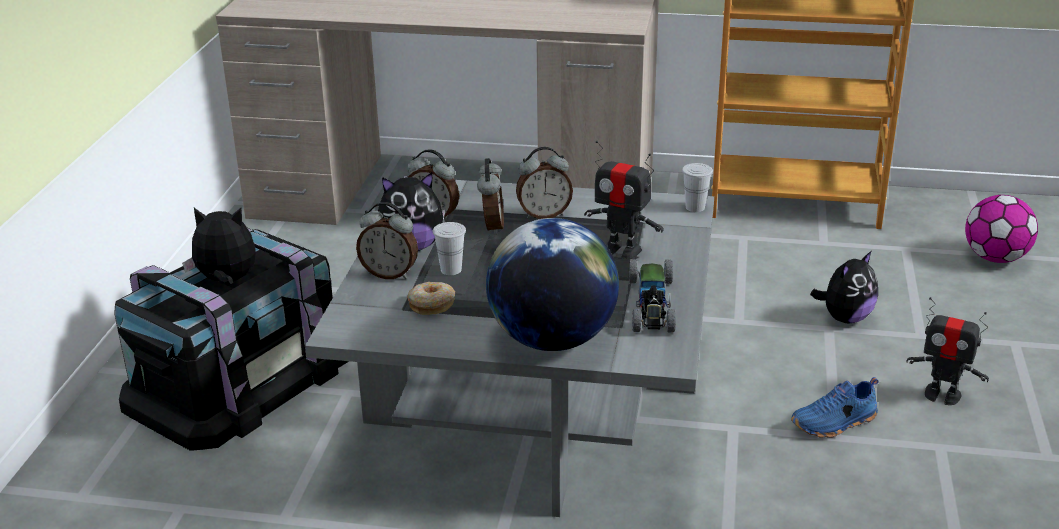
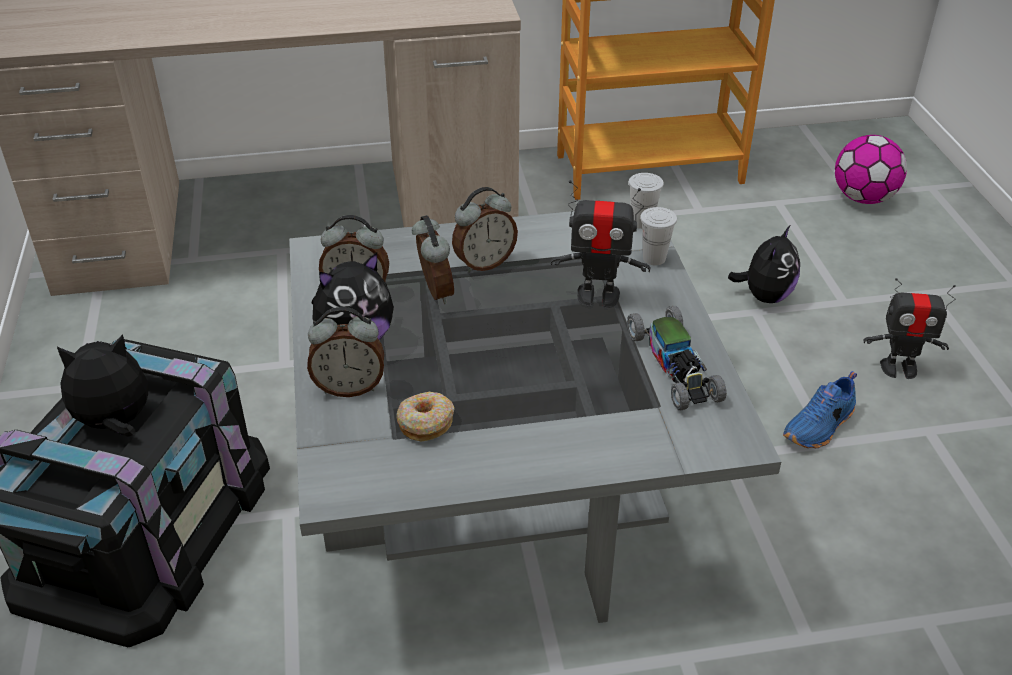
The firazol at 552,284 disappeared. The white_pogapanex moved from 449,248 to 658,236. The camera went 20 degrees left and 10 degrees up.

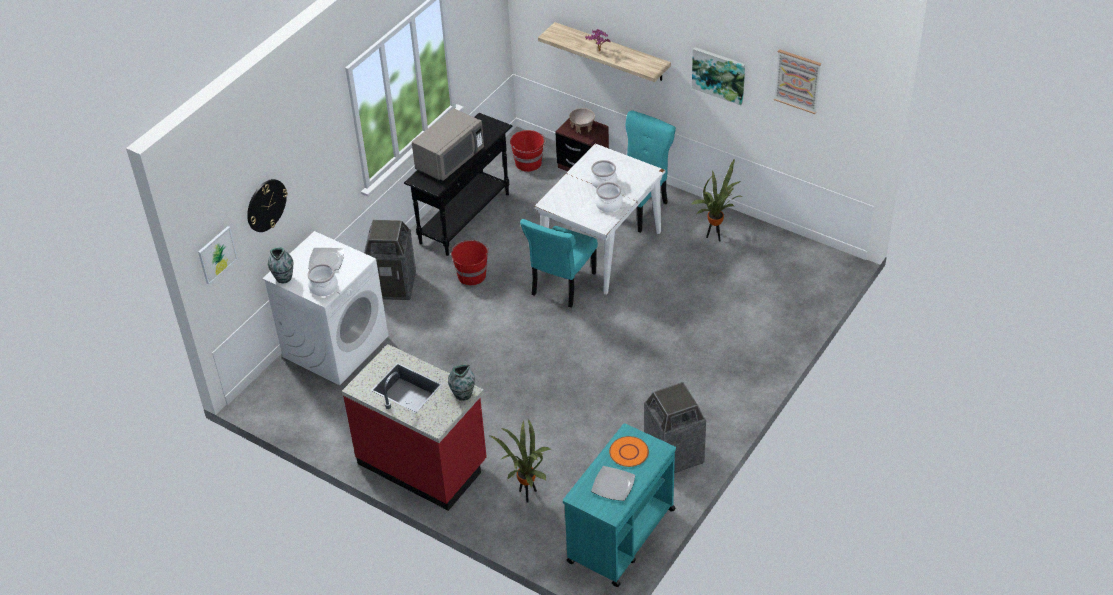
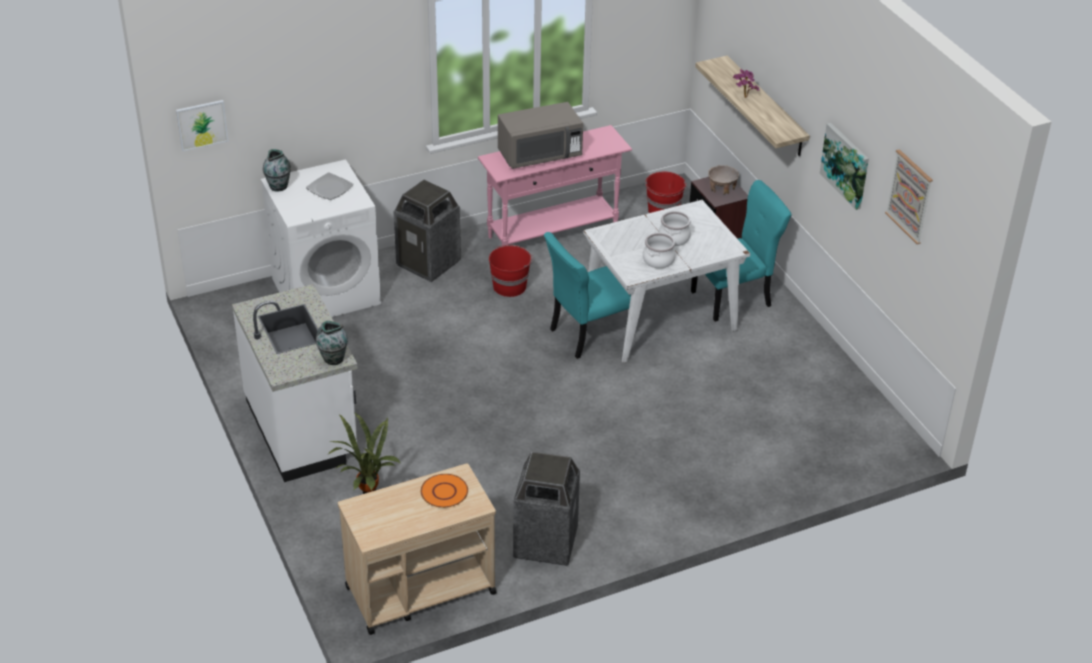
The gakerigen at 267,205 disappeared. The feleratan at 322,280 disappeared. The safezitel at 613,483 disappeared. The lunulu at 717,200 disappeared. The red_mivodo at 414,427 became the white_mivodo at 295,383. The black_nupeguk at 458,184 became the pink_nupeguk at 555,185. The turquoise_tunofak at 619,505 became the beige_tunofak at 417,549. The camera went 30 degrees right and 5 degrees down.

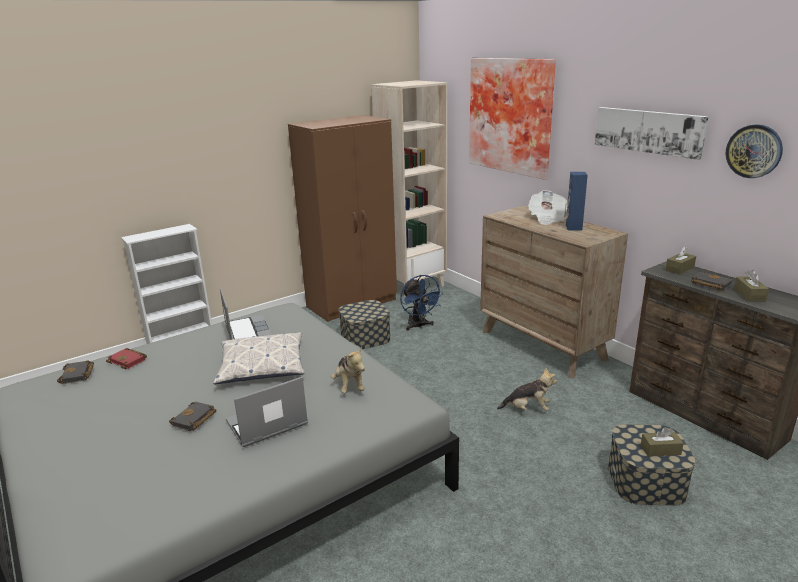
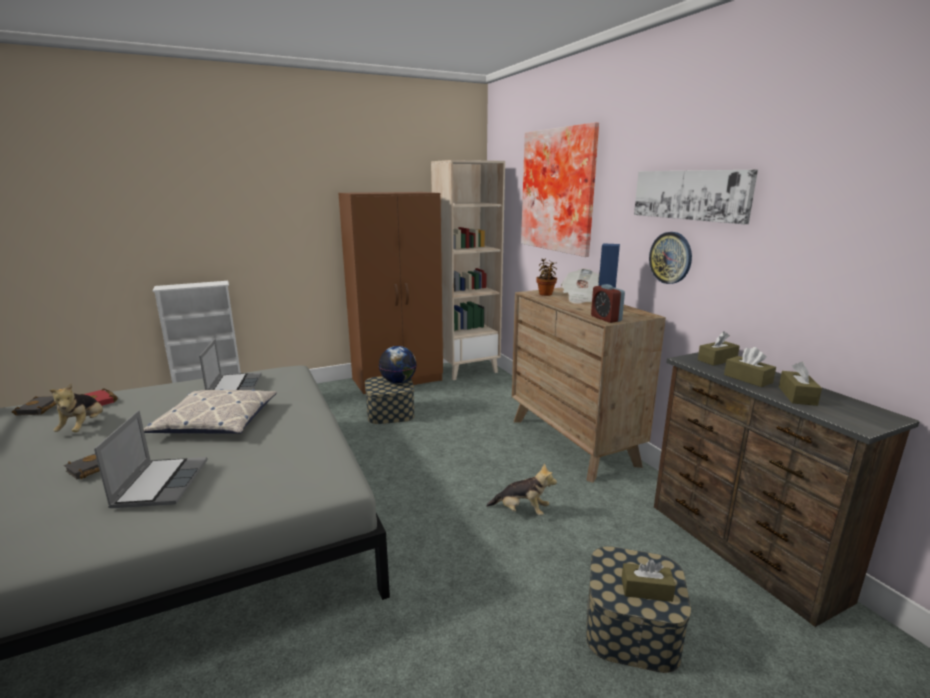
The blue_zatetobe at 422,303 disappeared. The firazol at 398,364 appeared. The lunulu at 546,277 appeared. The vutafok at 608,303 appeared. The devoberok moved from 348,370 to 76,407. The gakerigen moved from 754,151 to 670,258. The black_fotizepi at 712,281 was replaced by the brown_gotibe at 750,367. The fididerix at 267,412 turned 105 degrees clockwise. The camera went 10 degrees right and 5 degrees down.

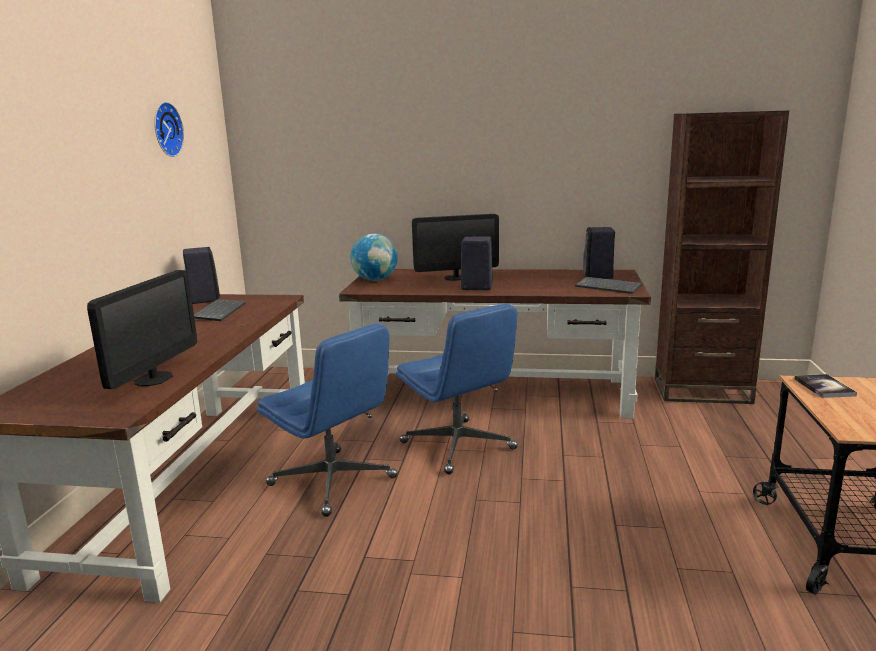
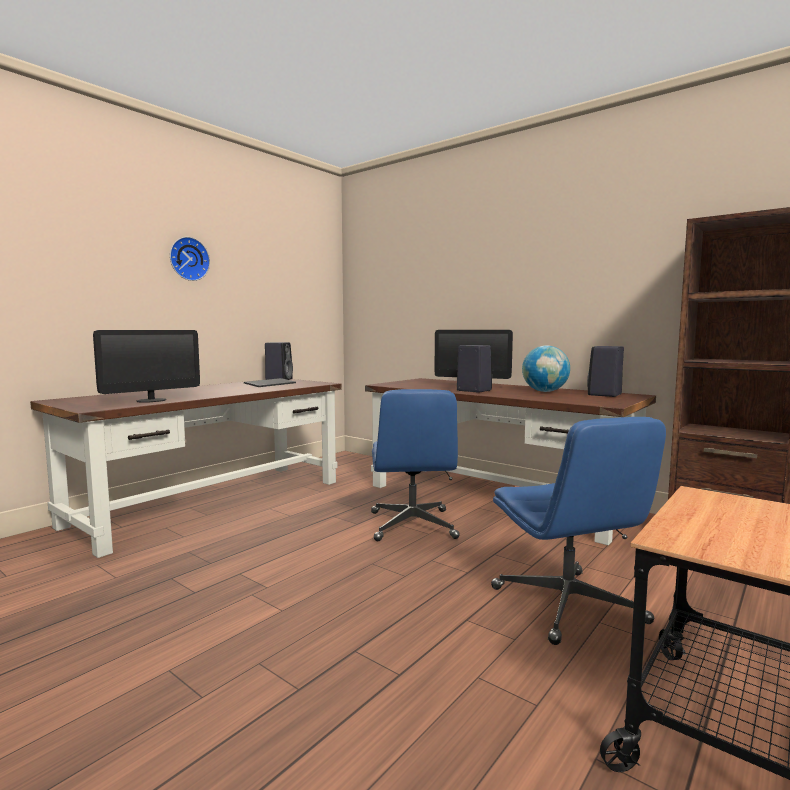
The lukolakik at 609,285 disappeared. The fotizepi at 825,386 disappeared. The gakerigen moved from 169,129 to 190,259. The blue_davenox moved from 327,420 to 578,531. The firazol moved from 374,257 to 546,369. The camera went 30 degrees right and 10 degrees down.

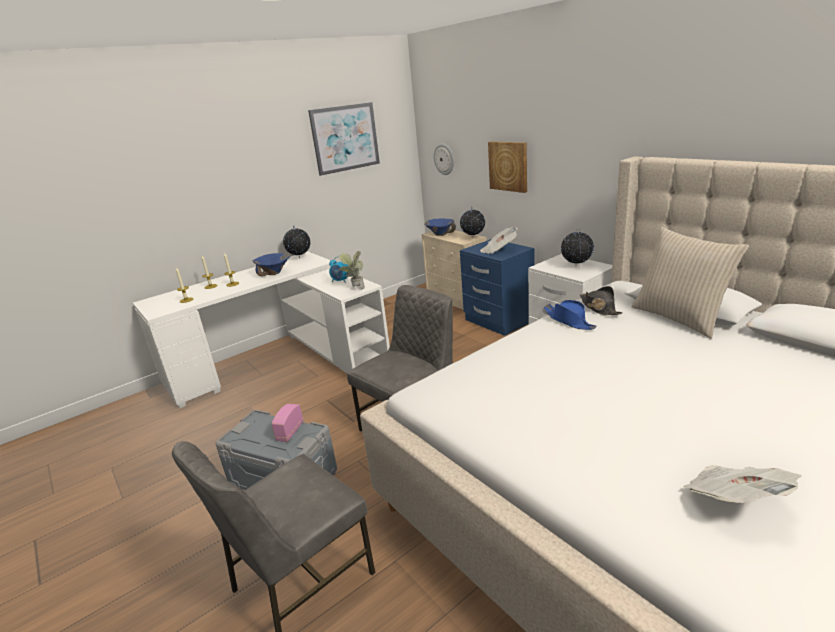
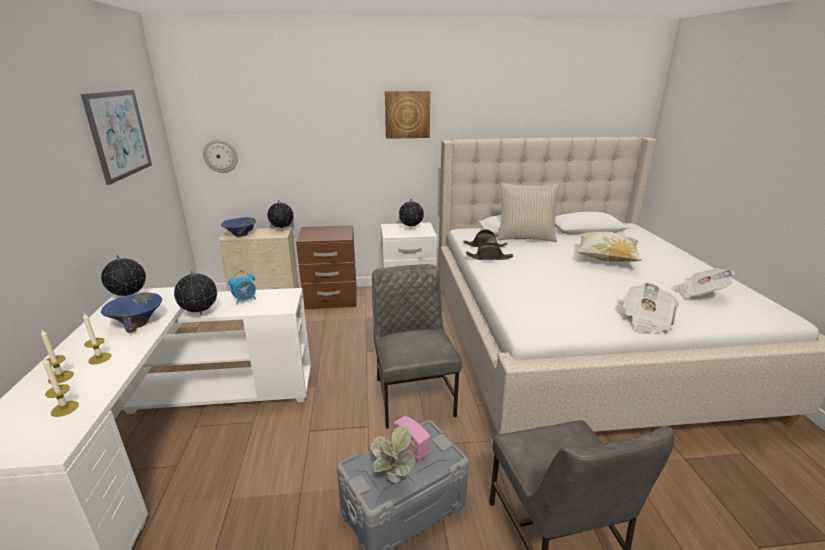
The firazol at 195,292 appeared. The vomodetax at 609,247 appeared. The lunulu moved from 352,270 to 393,454. The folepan moved from 499,240 to 650,308. The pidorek moved from 507,167 to 407,115. The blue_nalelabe at 497,287 became the brown_nalelabe at 326,267. The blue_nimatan at 570,315 became the black_nimatan at 489,251. The camera went 60 degrees left and 0 degrees up.

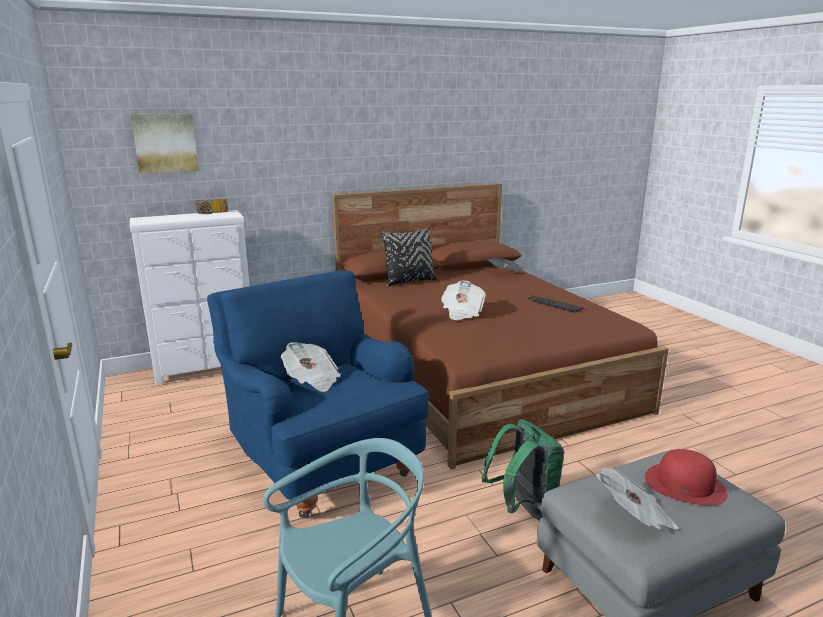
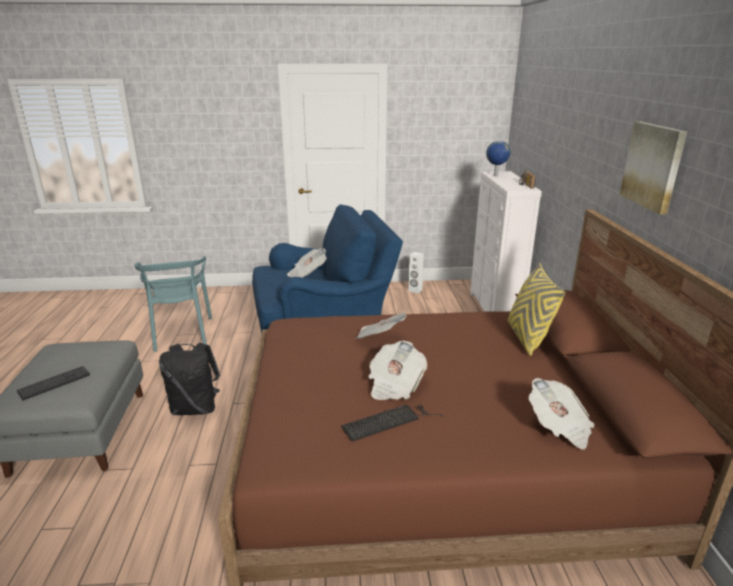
The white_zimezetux at 416,273 appeared. The firazol at 498,158 appeared. The pidorek moved from 165,143 to 653,168. The folepan moved from 637,499 to 398,370. The red_nimatan at 686,477 was replaced by the lukolakik at 53,383. The black_vomodetax at 409,257 became the yellow_vomodetax at 537,309. The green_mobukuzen at 523,469 became the black_mobukuzen at 189,379. The camera went 110 degrees right and 5 degrees up.

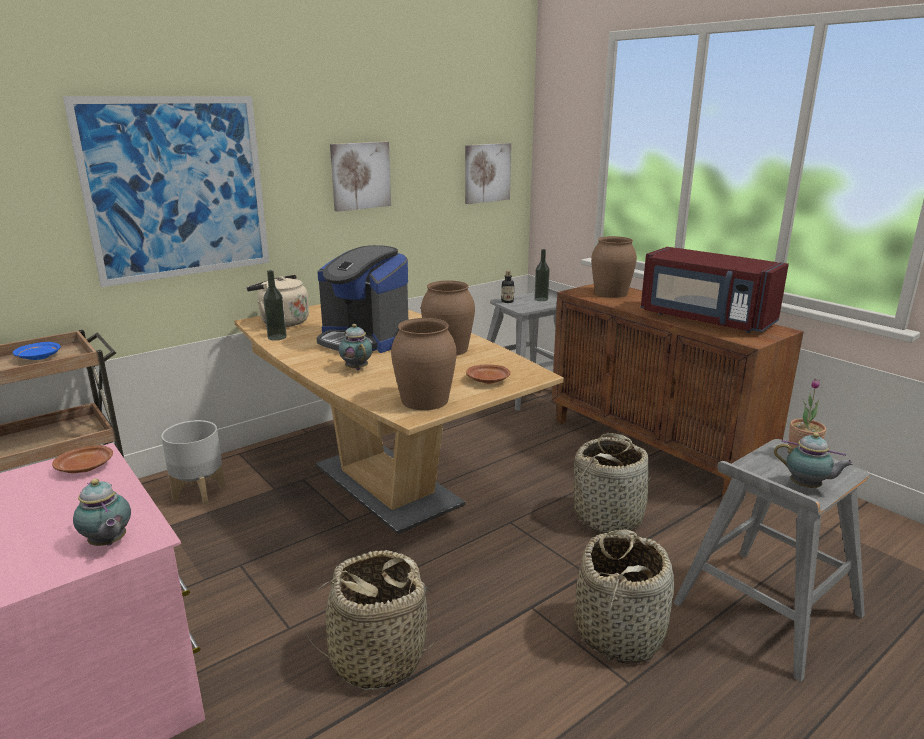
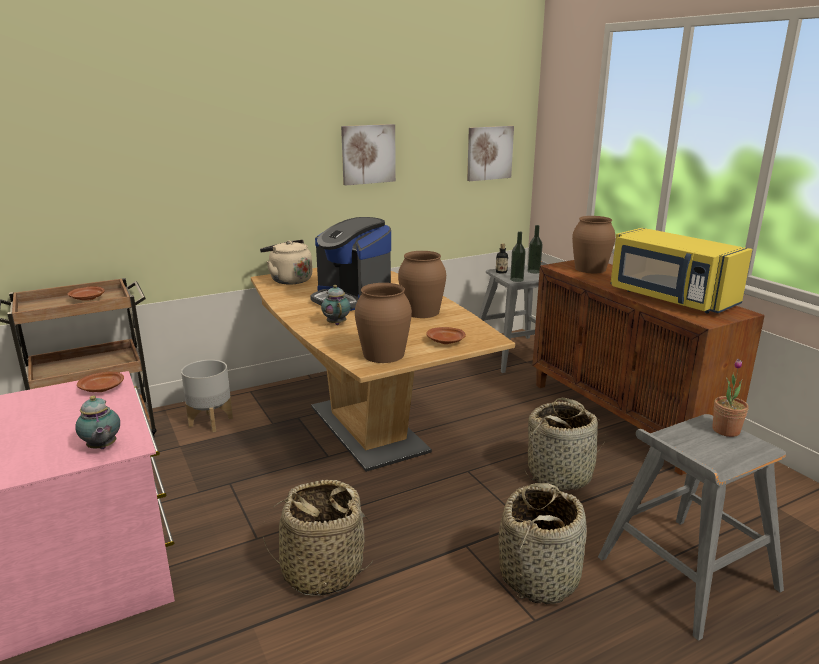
The pidorek at 166,191 disappeared. The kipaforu at 814,460 disappeared. The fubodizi moved from 275,305 to 518,256. The blue_safezitel at 37,351 became the brown_safezitel at 86,293. The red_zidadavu at 715,290 became the yellow_zidadavu at 681,270. The camera went 10 degrees right and 0 degrees up.

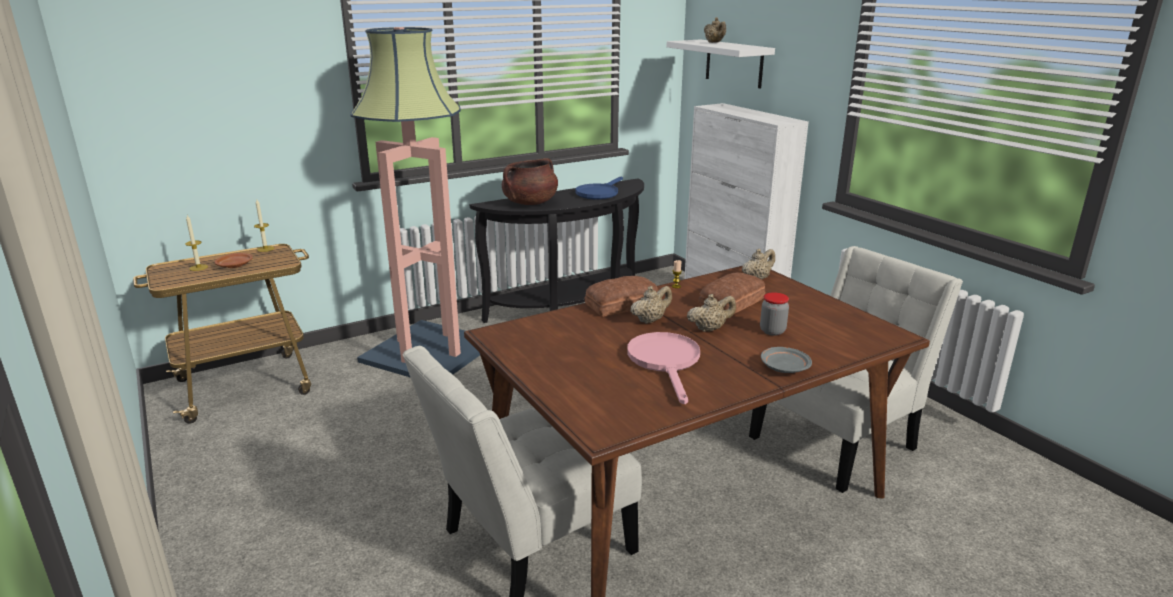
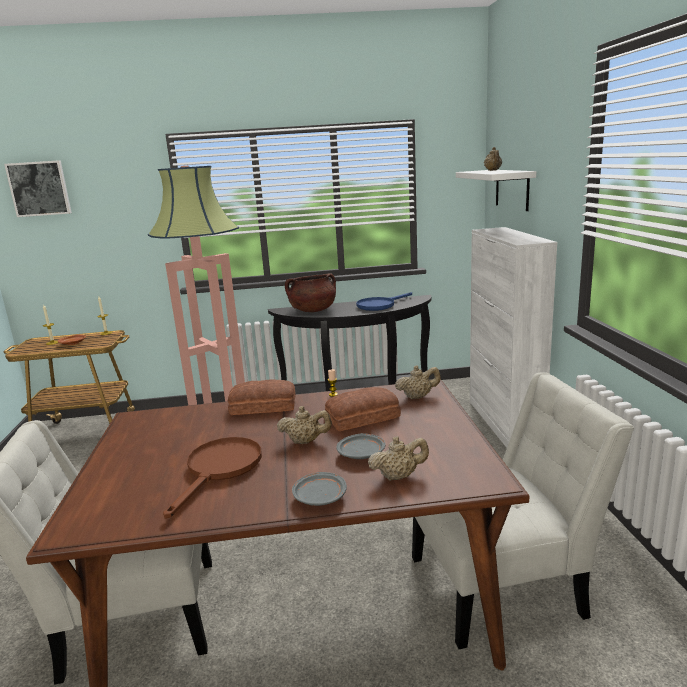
The pidorek at 38,188 appeared. The beige_kipaforu moved from 651,305 to 398,458. The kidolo at 774,314 was replaced by the grey_safezitel at 361,446. The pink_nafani at 663,368 became the brown_nafani at 212,478. The camera went 25 degrees right and 5 degrees down.

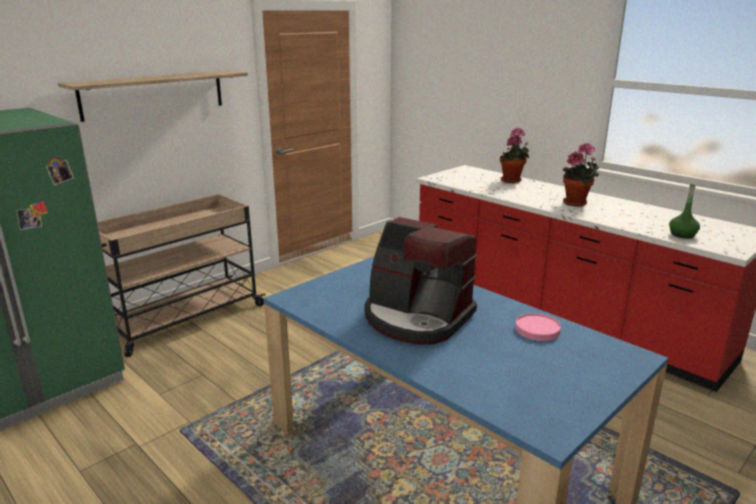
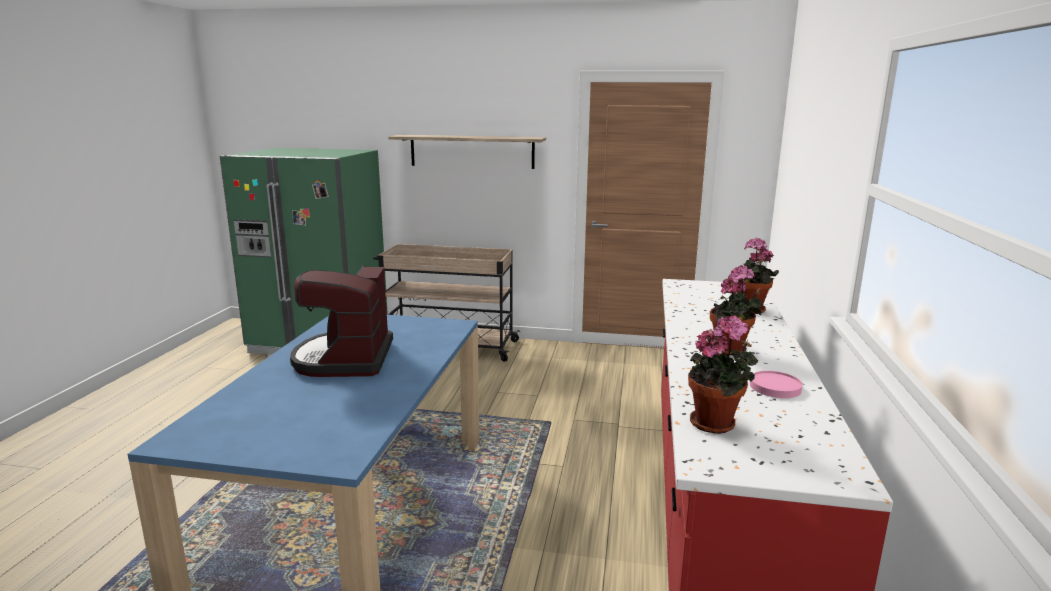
The pink_safezitel moved from 538,327 to 776,384. The green_fubodizi at 684,211 was replaced by the lunulu at 723,374. The camera went 55 degrees right and 5 degrees down.

